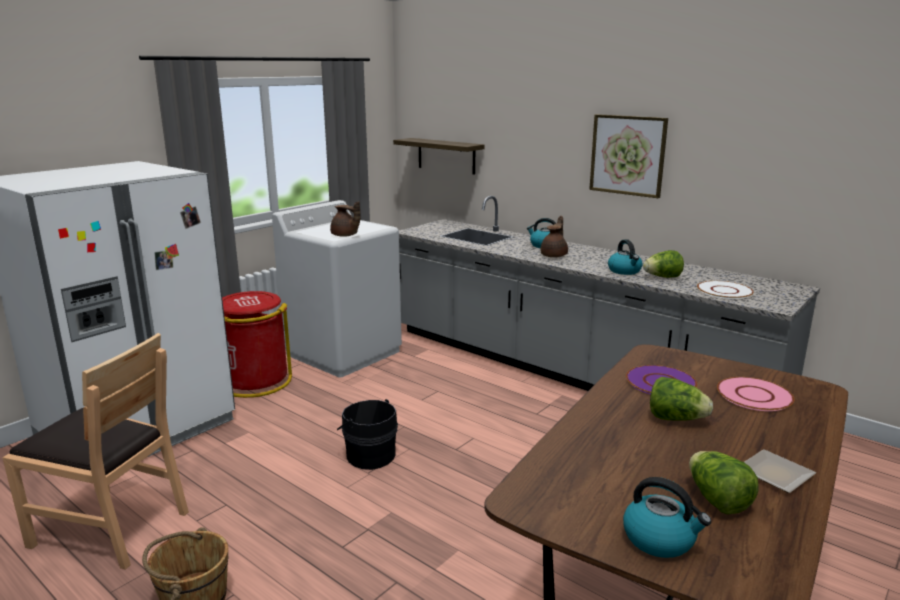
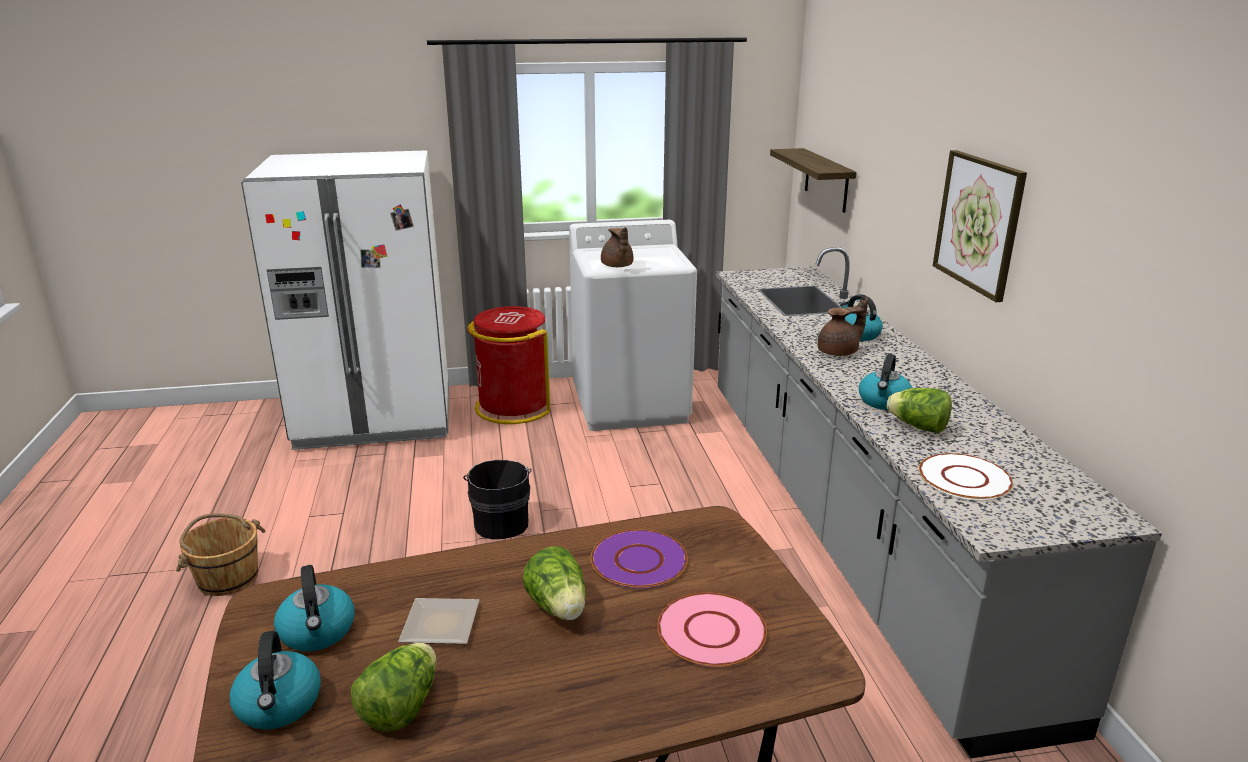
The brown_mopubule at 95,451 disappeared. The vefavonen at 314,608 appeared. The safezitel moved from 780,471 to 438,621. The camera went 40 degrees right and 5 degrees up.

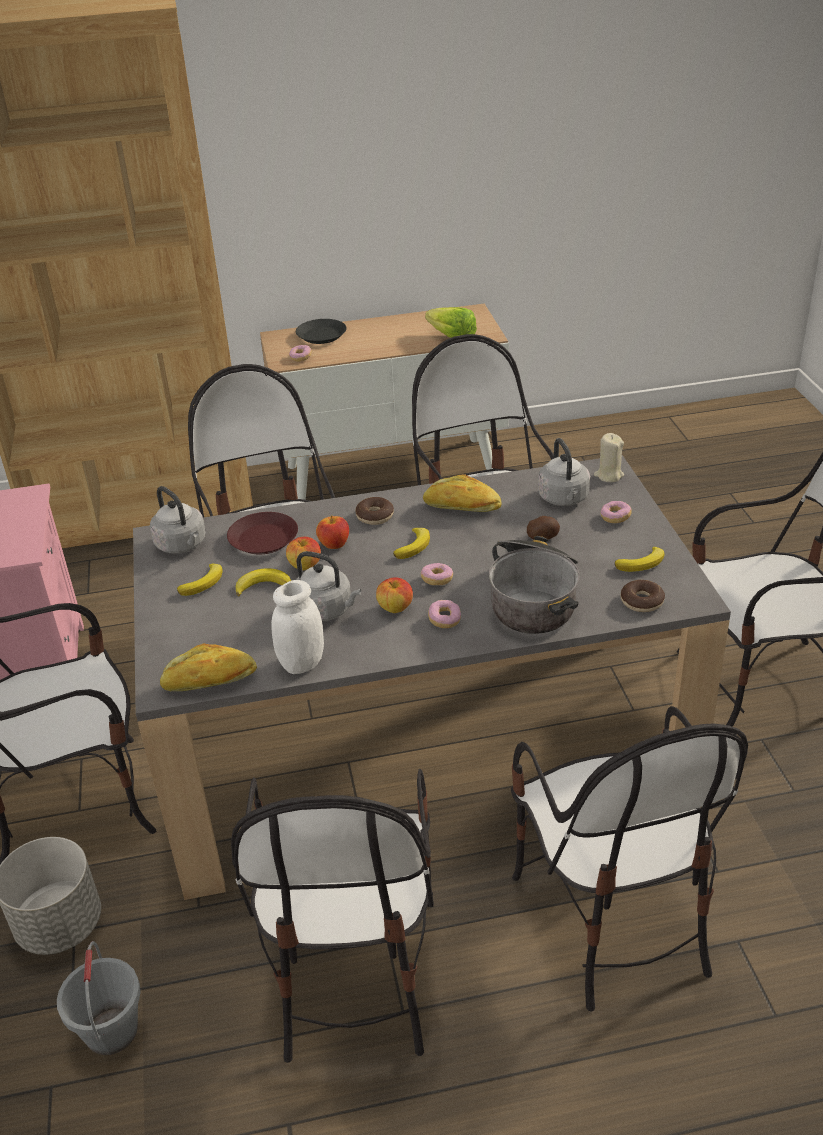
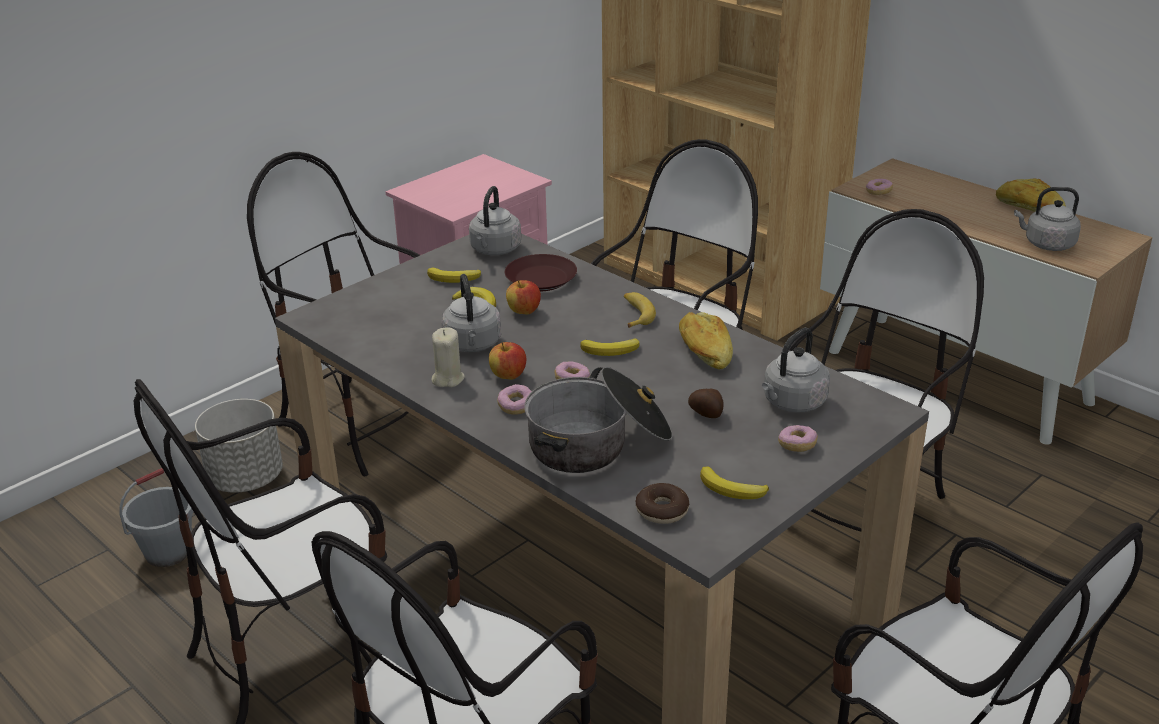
The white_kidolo at 297,627 disappeared. The black_safezitel at 321,331 disappeared. The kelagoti at 332,532 disappeared. The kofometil moved from 208,667 to 1031,195. The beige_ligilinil moved from 609,457 to 448,357. The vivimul at 374,511 was replaced by the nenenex at 640,310. The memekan at 451,322 was replaced by the grey_vefavonen at 1047,219. The camera went 55 degrees right and 5 degrees down.

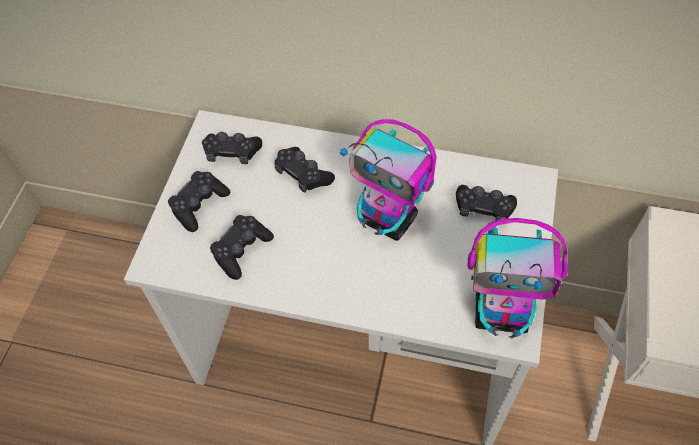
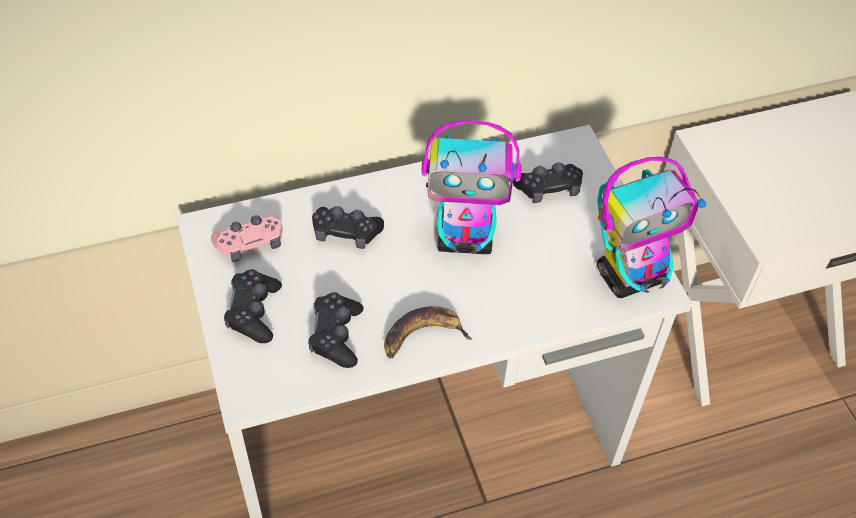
The nenenex at 428,332 appeared. The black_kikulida at 232,148 became the pink_kikulida at 247,238. The camera went 35 degrees left and 5 degrees down.

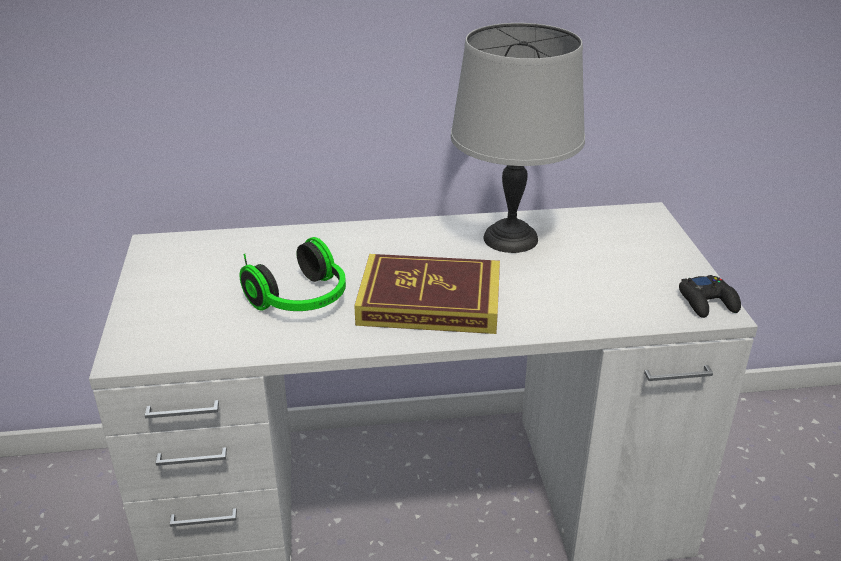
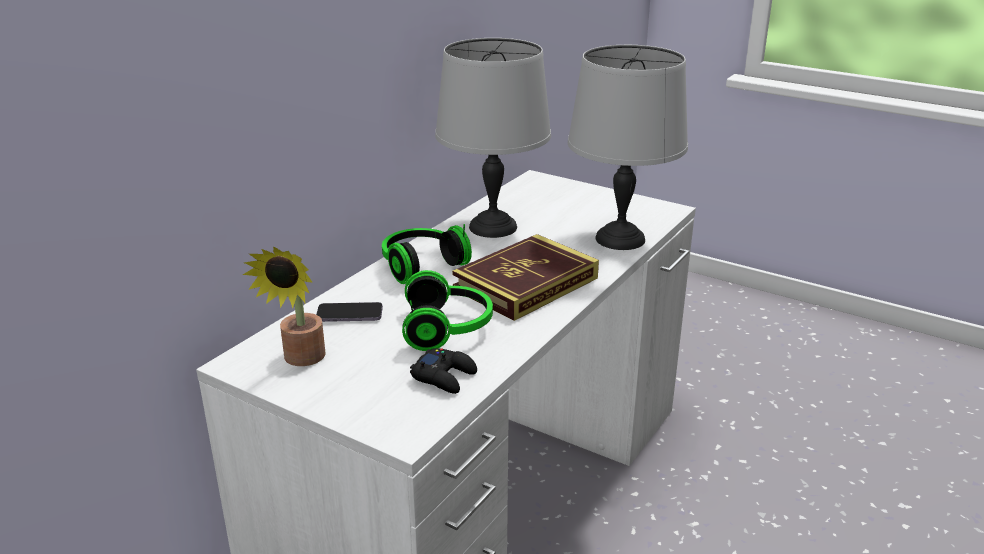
The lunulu at 284,306 appeared. The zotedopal at 349,312 appeared. The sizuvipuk at 427,254 appeared. The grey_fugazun at 628,147 appeared. The black_kikulida moved from 710,296 to 443,371. The camera went 50 degrees left and 5 degrees down.

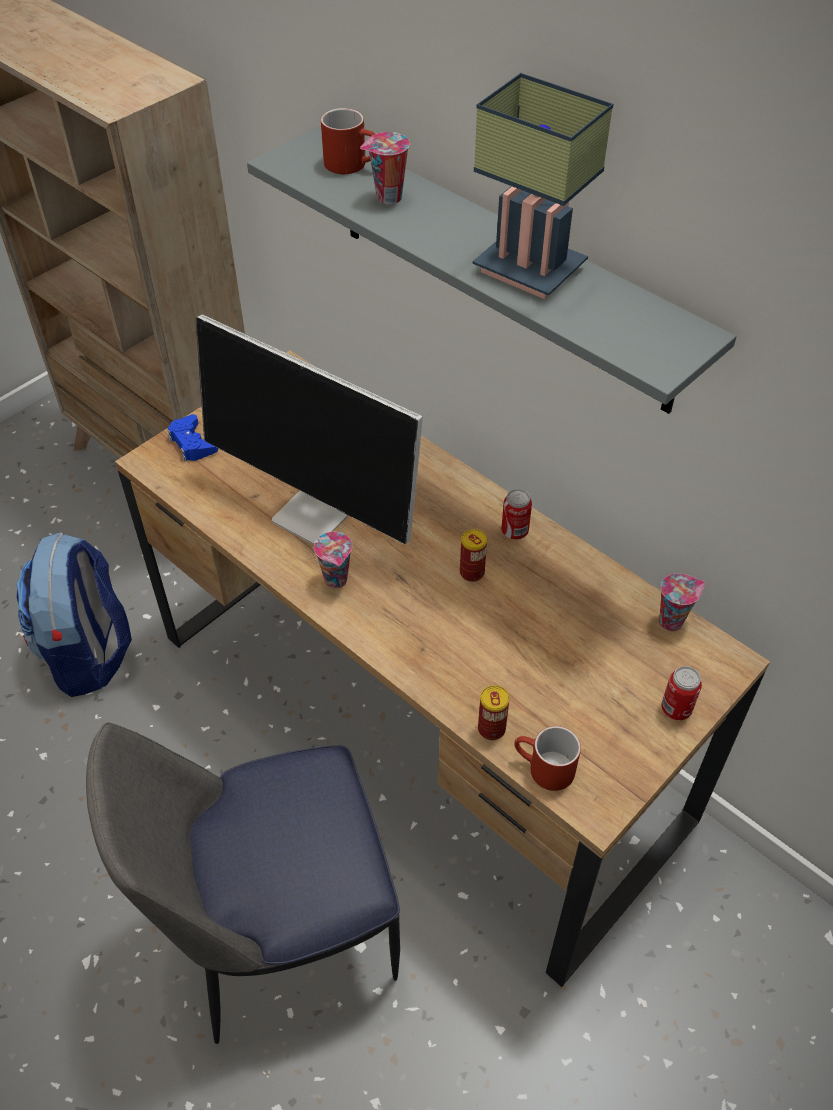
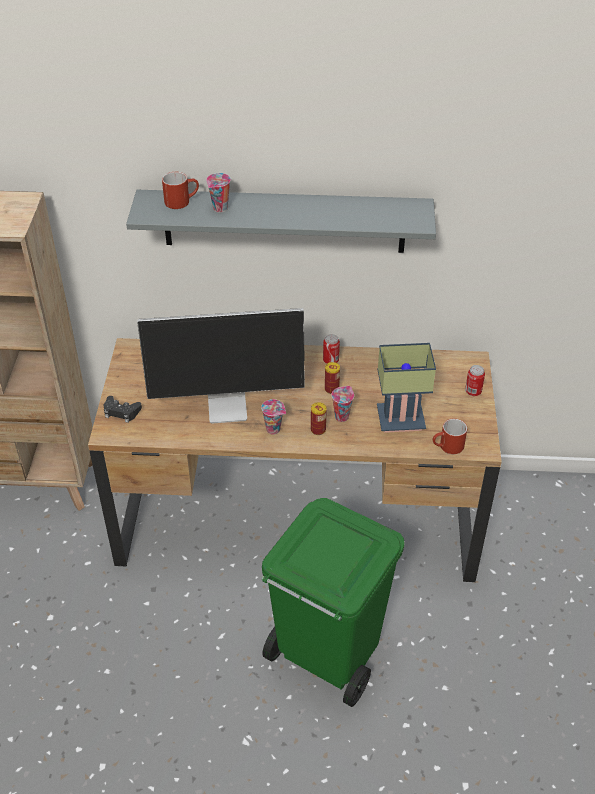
The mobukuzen at 74,614 disappeared. The fugazun moved from 542,186 to 406,388. The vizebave moved from 493,712 to 319,418. The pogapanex moved from 682,602 to 342,404. The mopubule at 243,883 was replaced by the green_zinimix at 333,602. The blue_kikulida at 192,437 became the black_kikulida at 123,409. The camera went 40 degrees left and 5 degrees down.

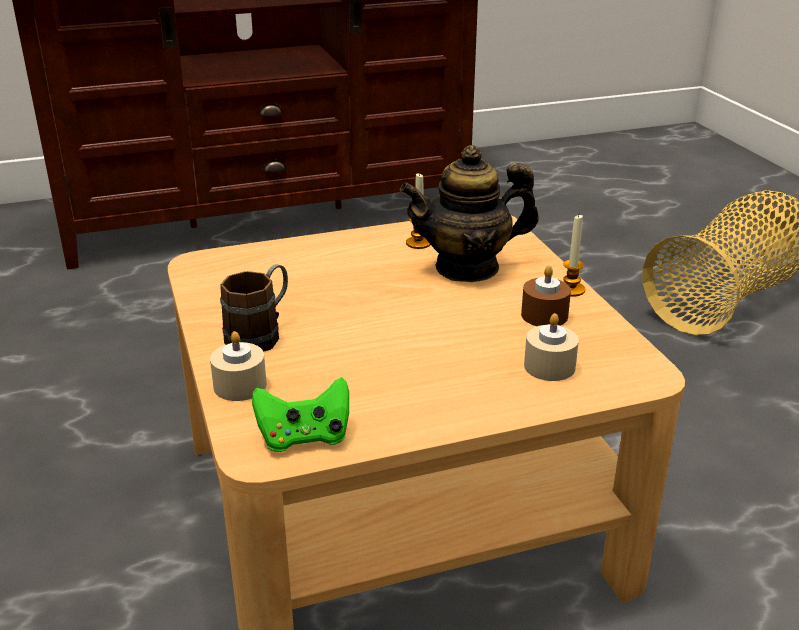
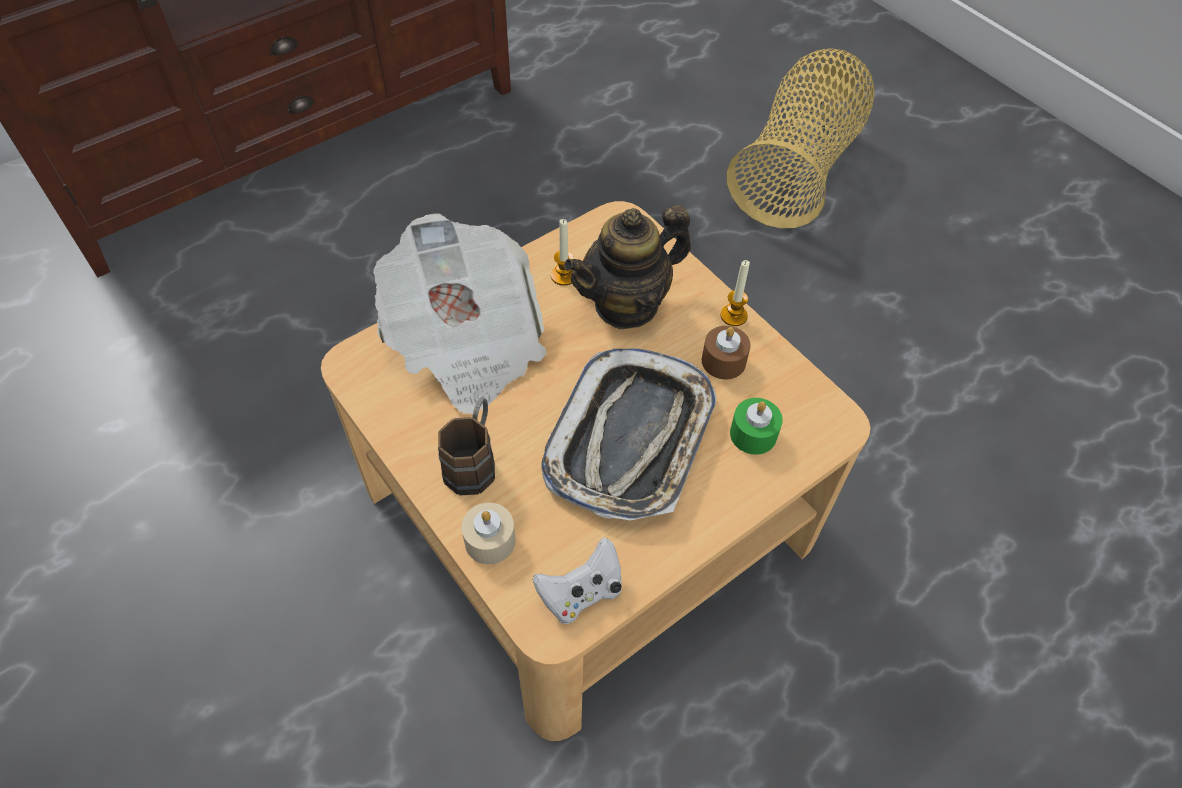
The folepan at 460,313 appeared. The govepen at 628,434 appeared. The green_kikulida at 300,414 became the white_kikulida at 577,580. The beige_ligilinil at 551,347 became the green_ligilinil at 756,426. The camera went 20 degrees left and 25 degrees up.

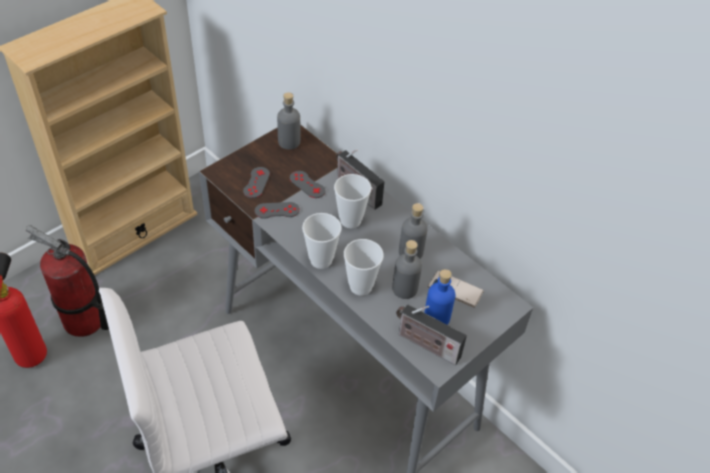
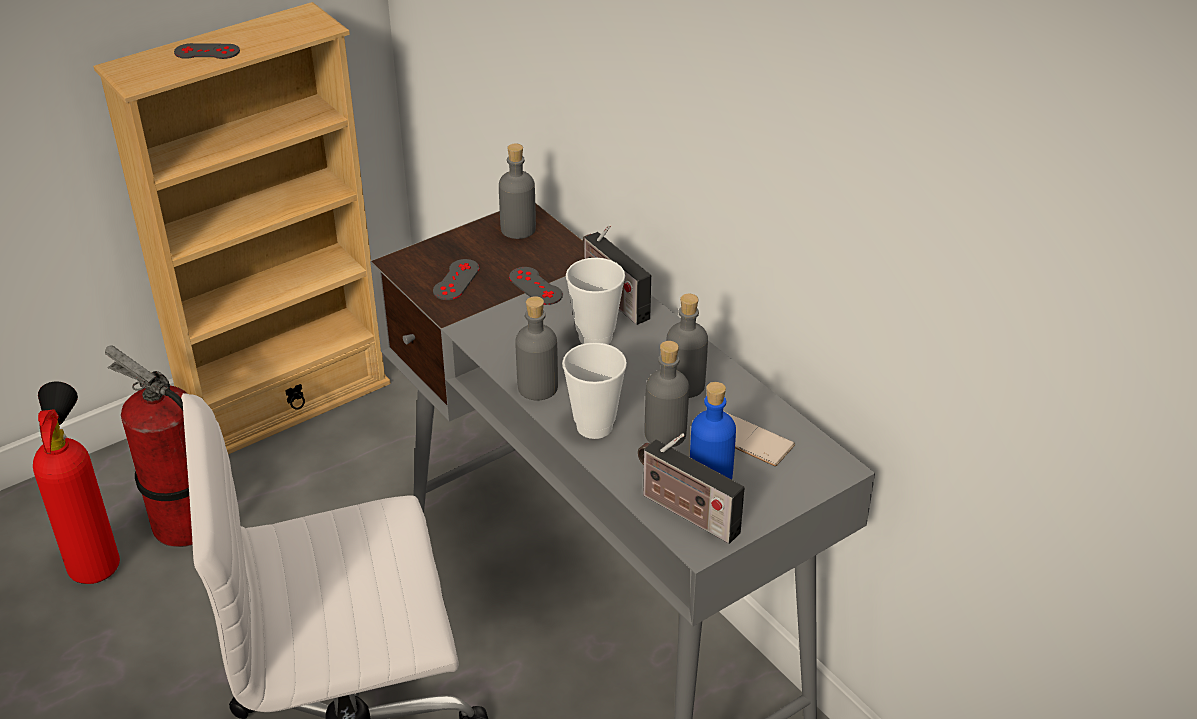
The grey_kikulida moved from 277,210 to 207,51. The pogapanex at 322,241 was replaced by the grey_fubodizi at 536,348. The camera went 10 degrees right and 10 degrees down.

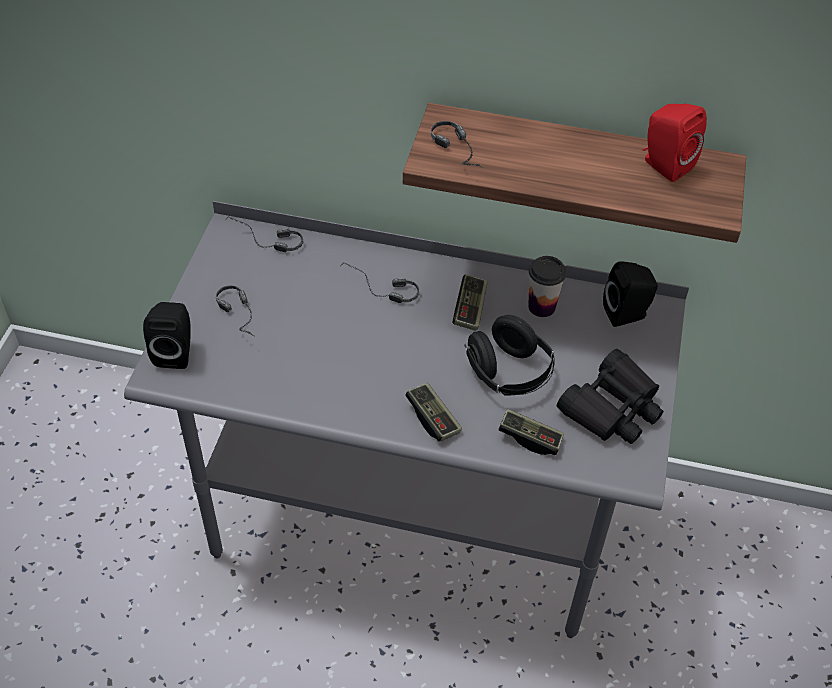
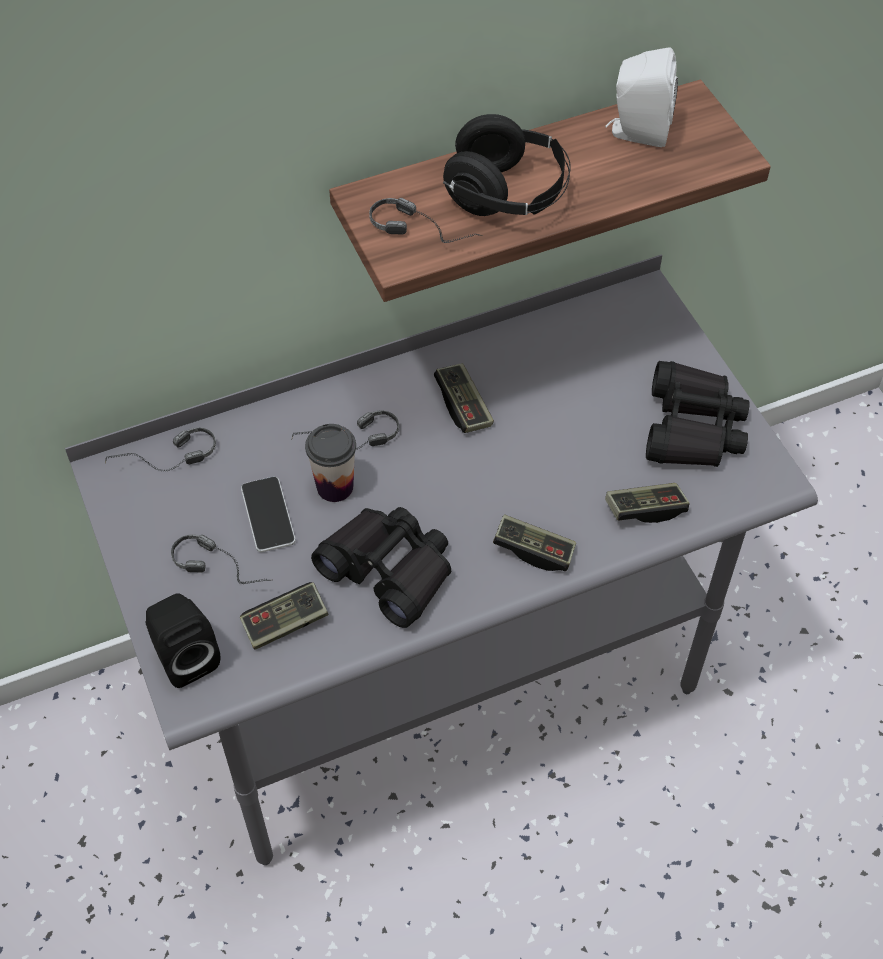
The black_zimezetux at 630,294 disappeared. The kikulida at 284,616 appeared. The zotedopal at 268,514 appeared. The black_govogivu at 381,567 appeared. The black_sizuvipuk moved from 509,355 to 507,165. The pogapanex moved from 547,286 to 330,463. The red_zimezetux at 675,142 became the white_zimezetux at 641,97. The camera went 35 degrees left and 5 degrees up.

